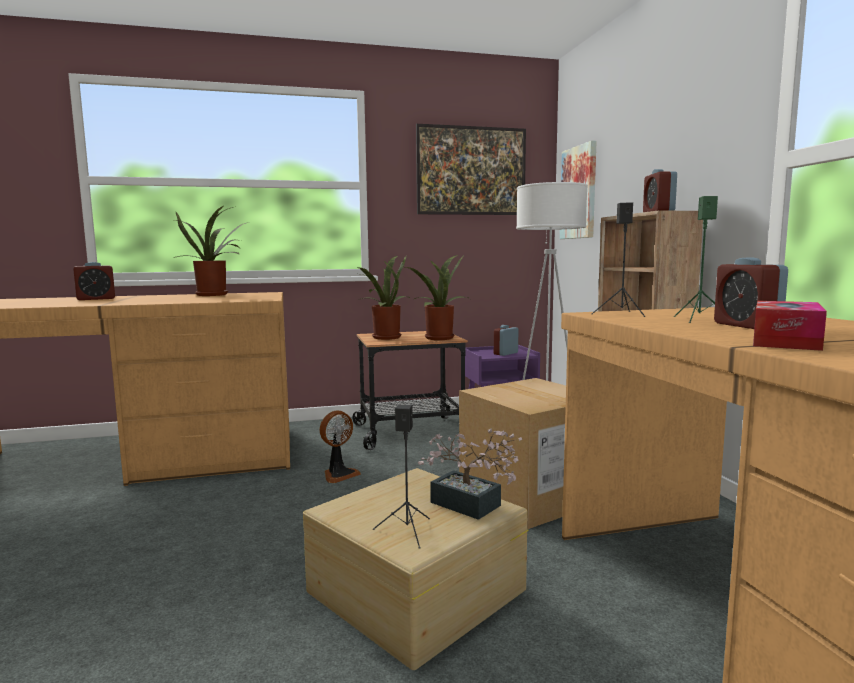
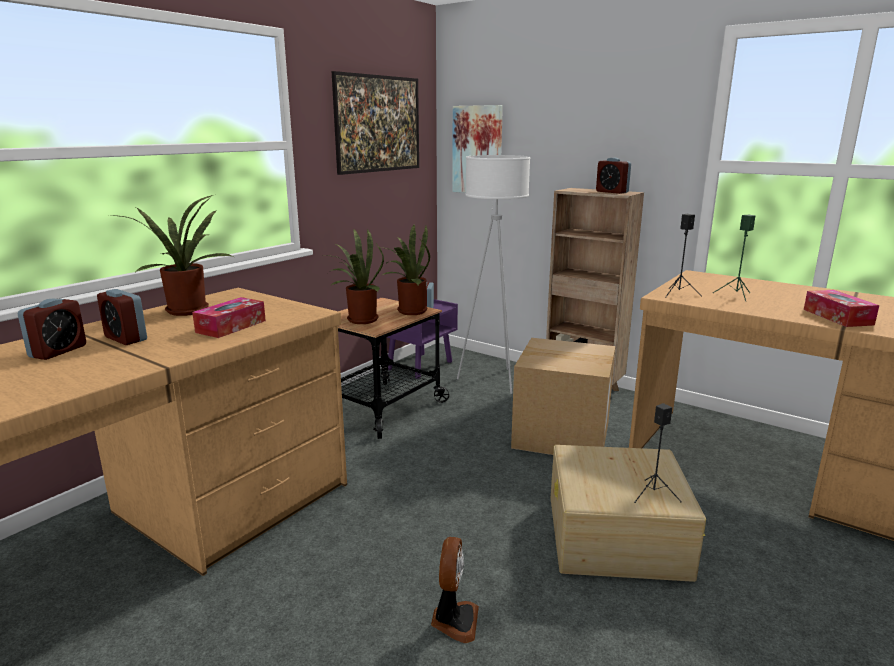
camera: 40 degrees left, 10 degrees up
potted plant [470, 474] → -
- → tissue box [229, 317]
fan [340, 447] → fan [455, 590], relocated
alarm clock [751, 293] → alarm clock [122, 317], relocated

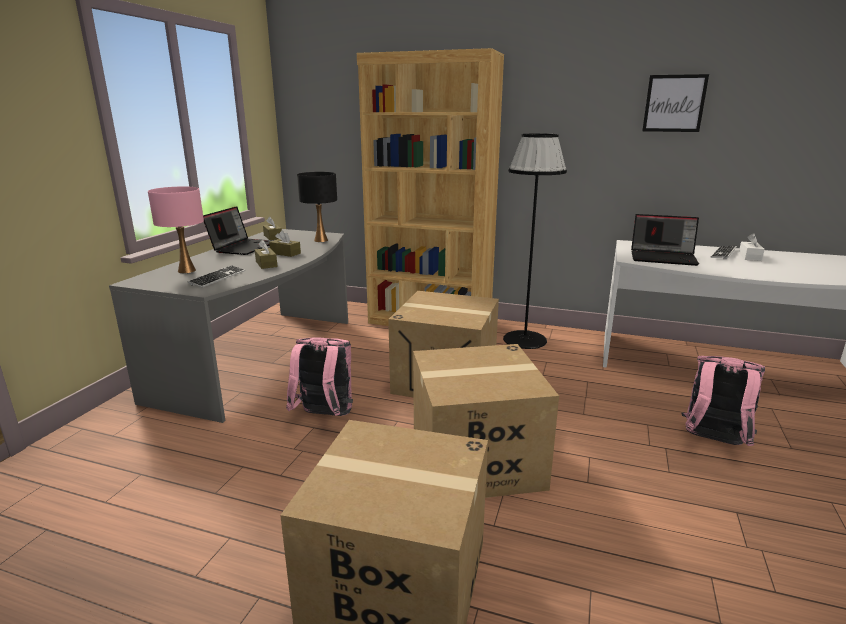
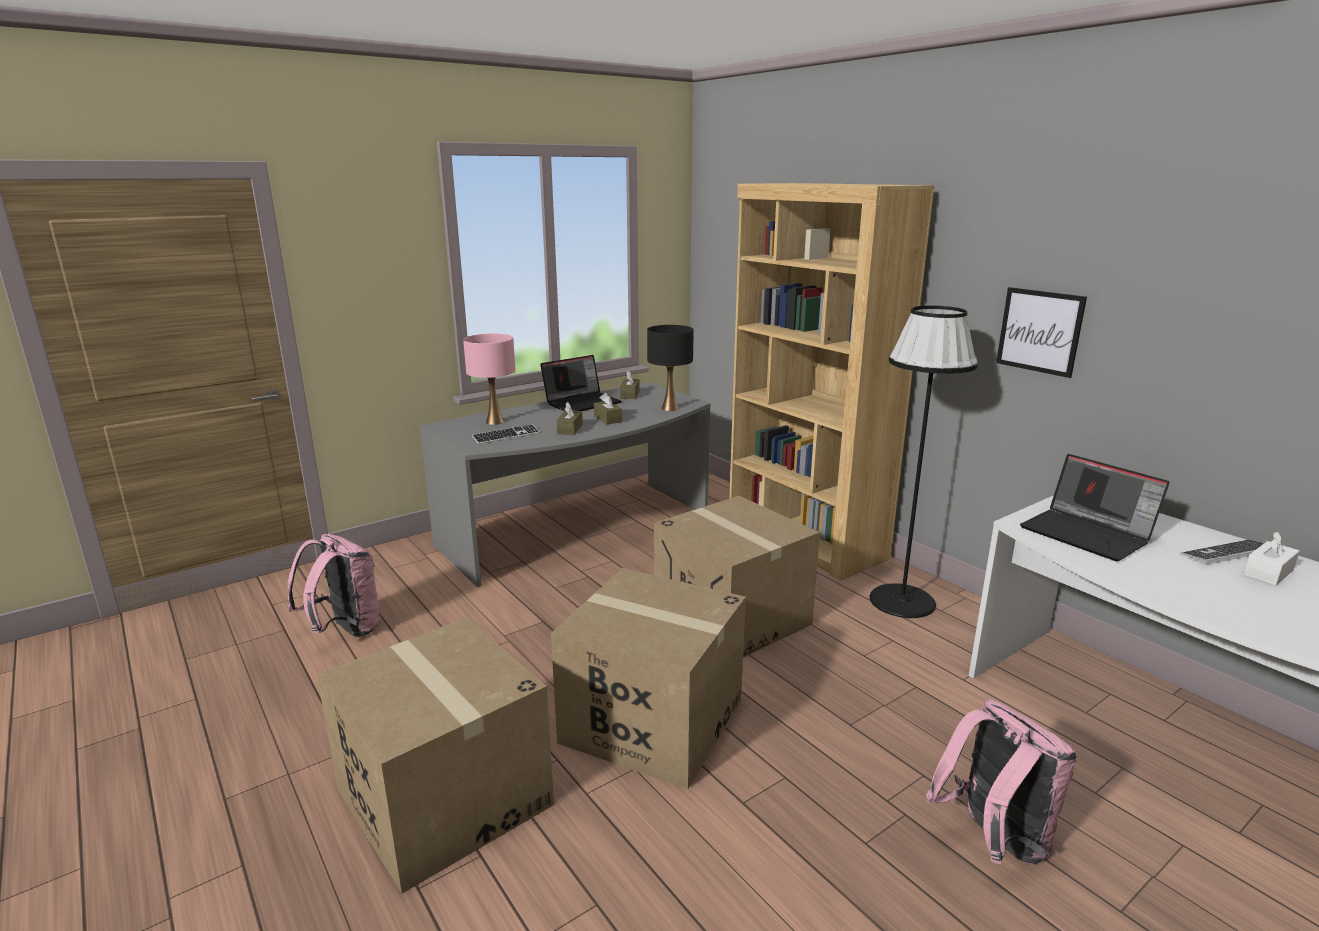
camera: 35 degrees right, 0 degrees up
pink backpack [319, 376] → pink backpack [333, 585], relocated
picture [675, 103] → picture [1041, 332], relocated

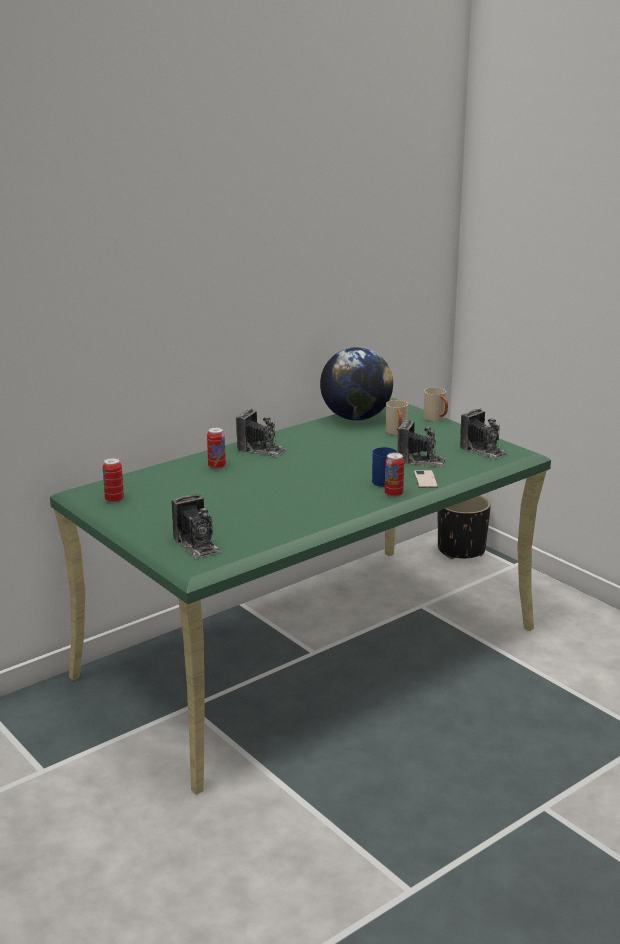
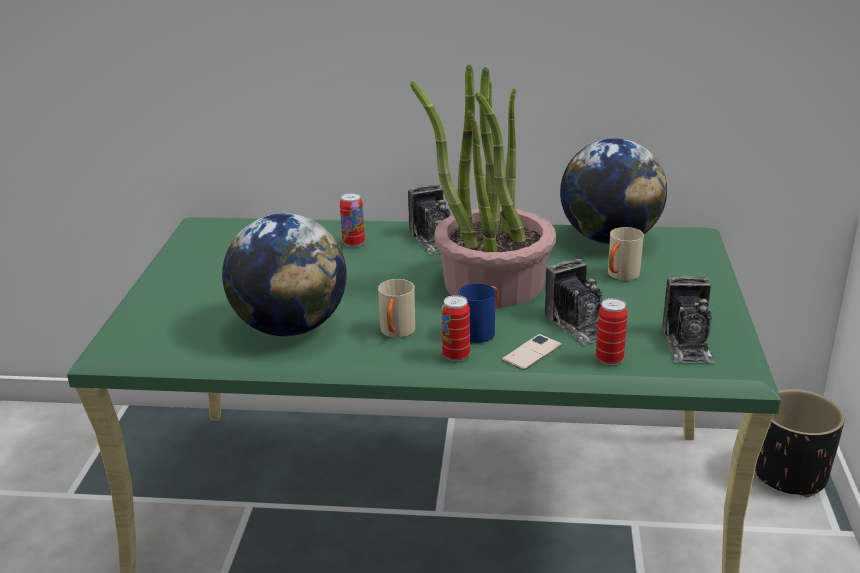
camera: 45 degrees right, 5 degrees up
photo camera [197, 526] → -
- → globe [284, 274]
- → potted plant [483, 186]
can [113, 480] → can [612, 331], relocated
beige mug [436, 405] → beige mug [396, 308], relocated

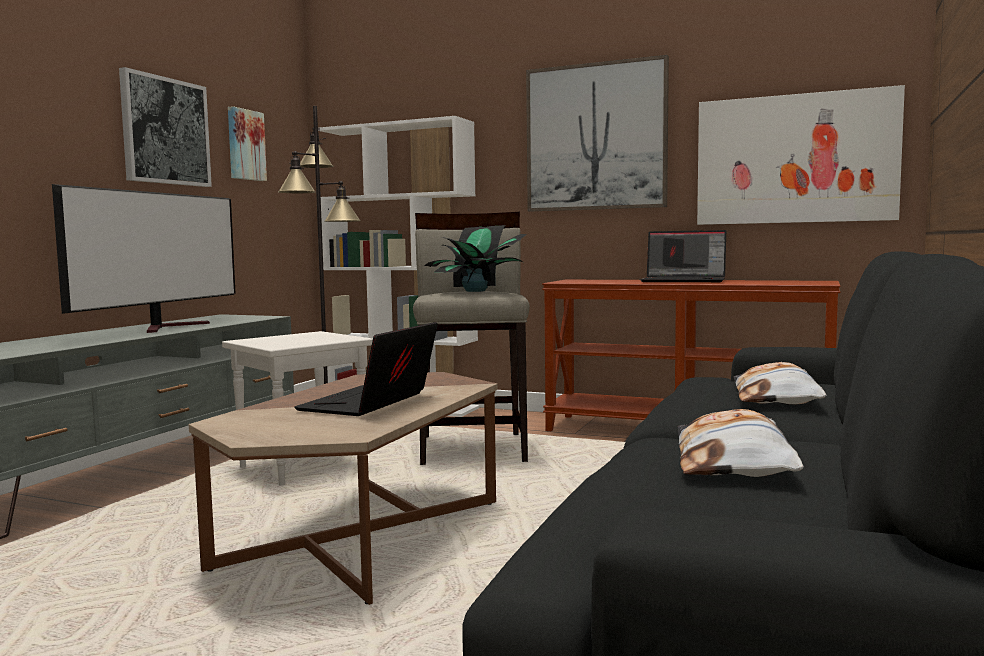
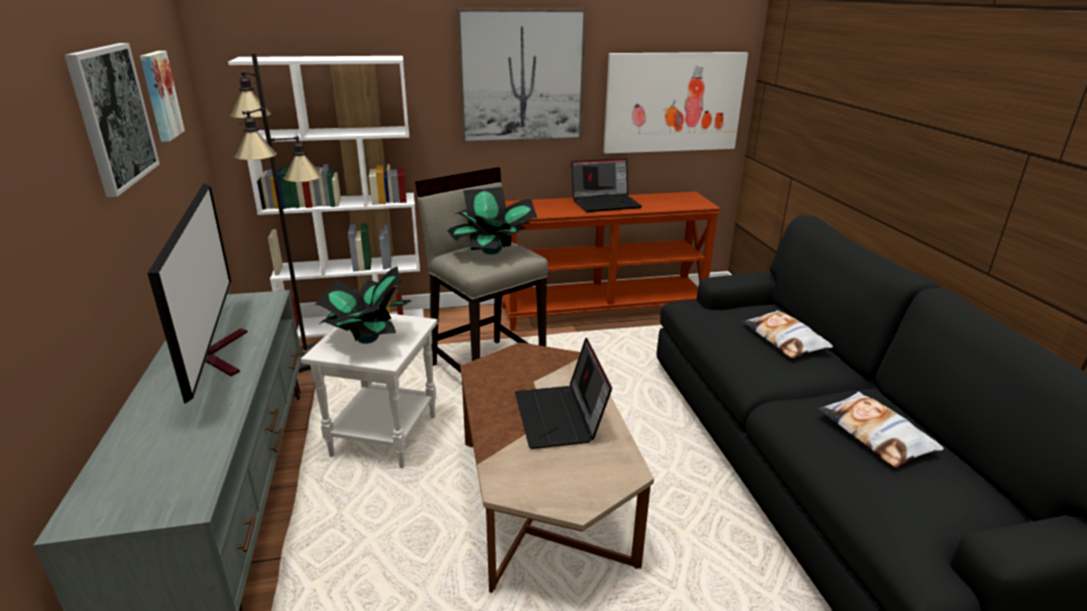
camera: 35 degrees left, 20 degrees up
- → potted plant [363, 305]

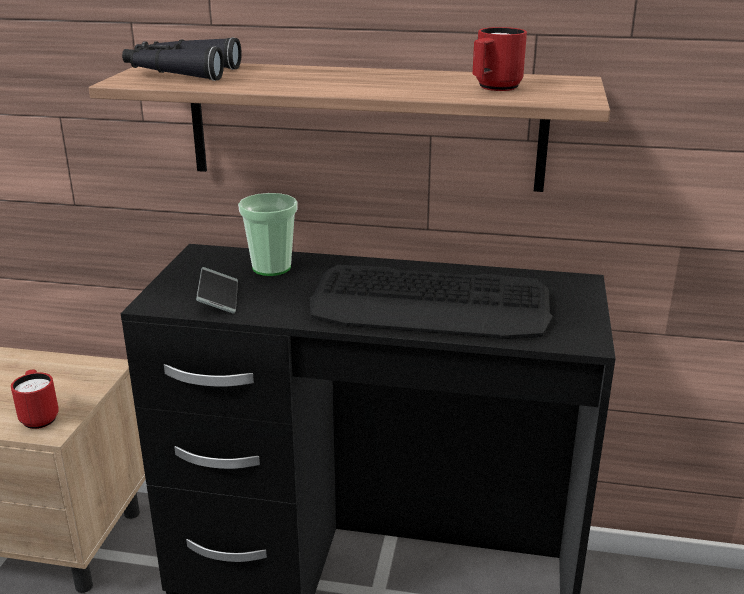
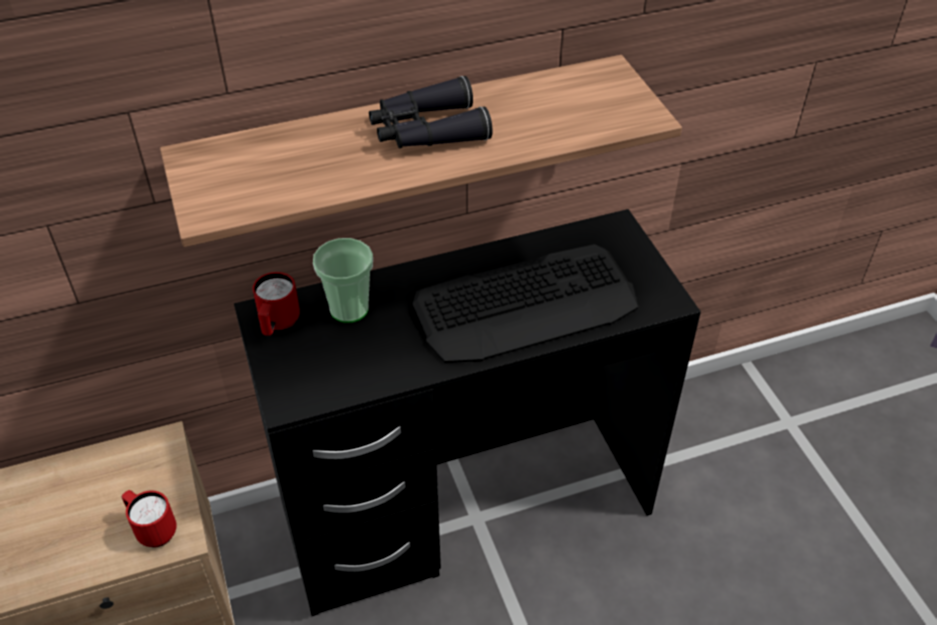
camera: 30 degrees left, 20 degrees up
phone [217, 290] → -
black binoculars [182, 59] → black binoculars [430, 112], relocated
red mug [500, 59] → red mug [276, 304], relocated

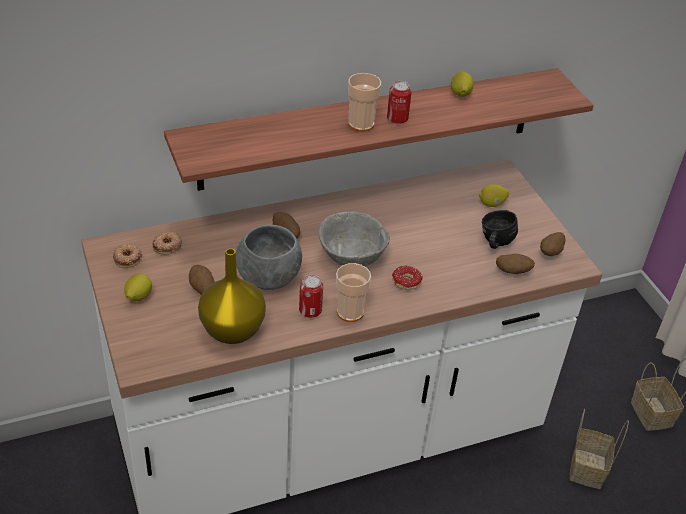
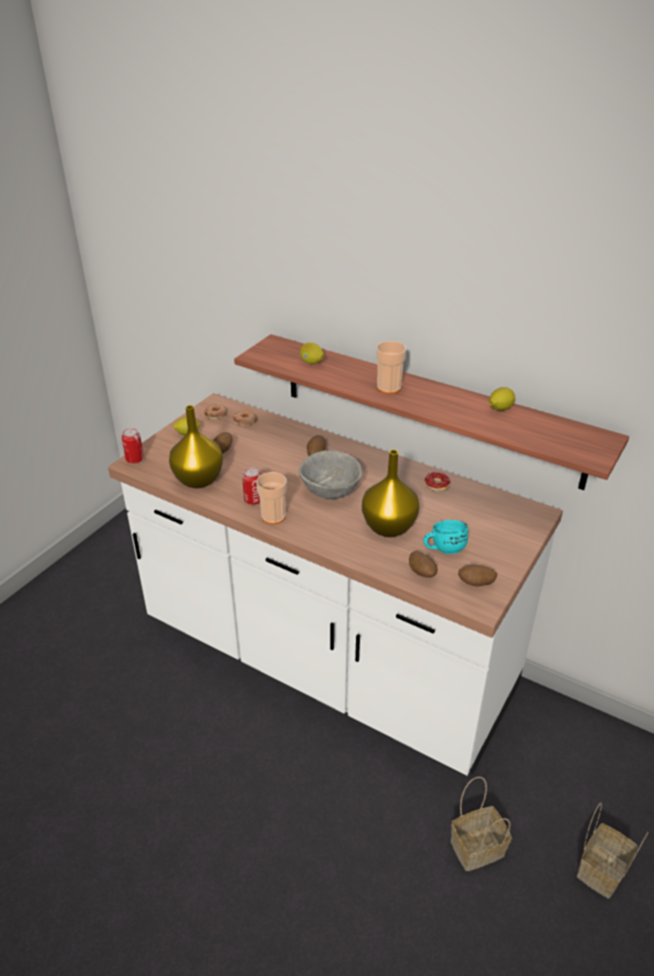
camera: 55 degrees right, 5 degrees down
grey bowl [269, 257] → -
- → yellow vase [390, 493]
can [399, 102] → can [133, 445], relocated
donut [407, 278] → donut [437, 482], relocated
lemon [494, 195] → lemon [312, 353], relocated
black mug [500, 229] → turquoise mug [445, 537]

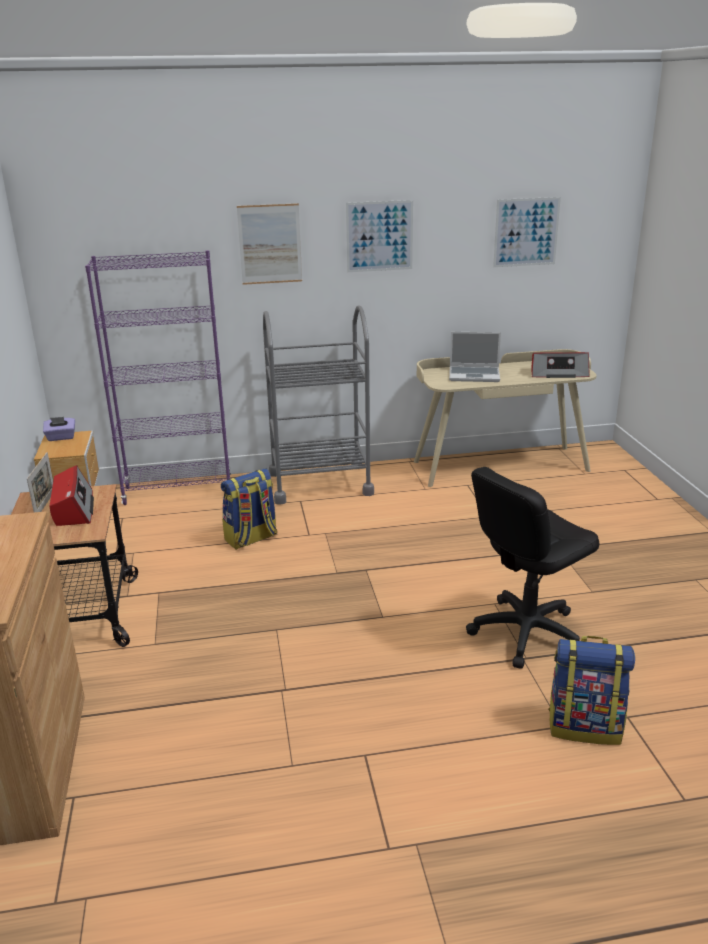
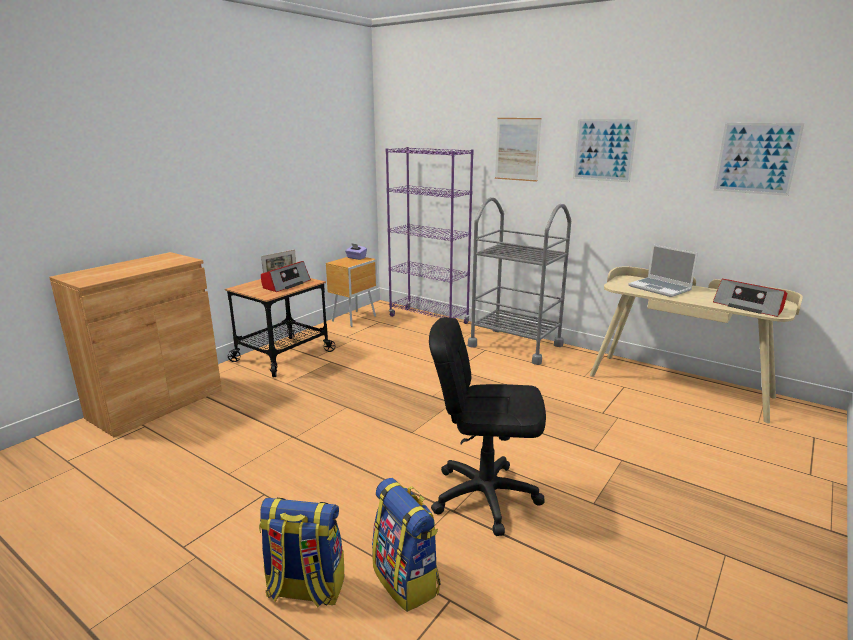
camera: 45 degrees right, 5 degrees down
backpack [249, 509] → backpack [301, 553], relocated

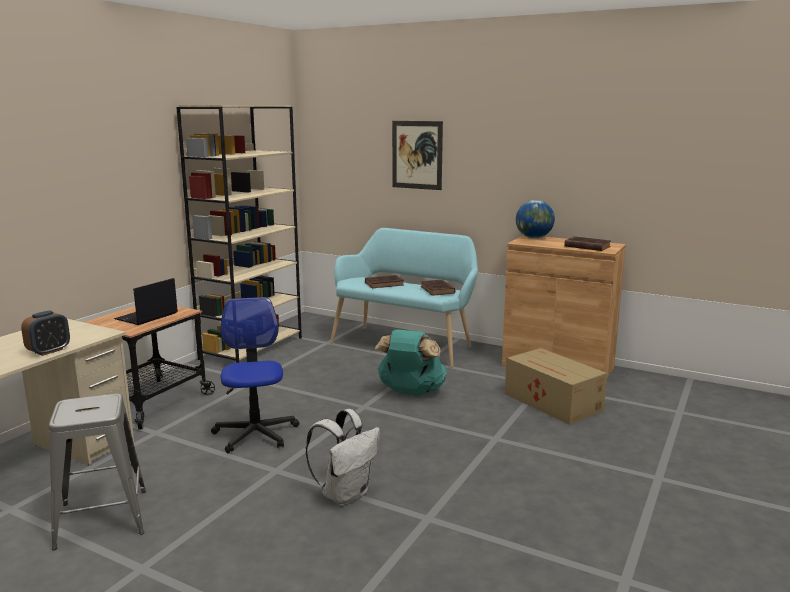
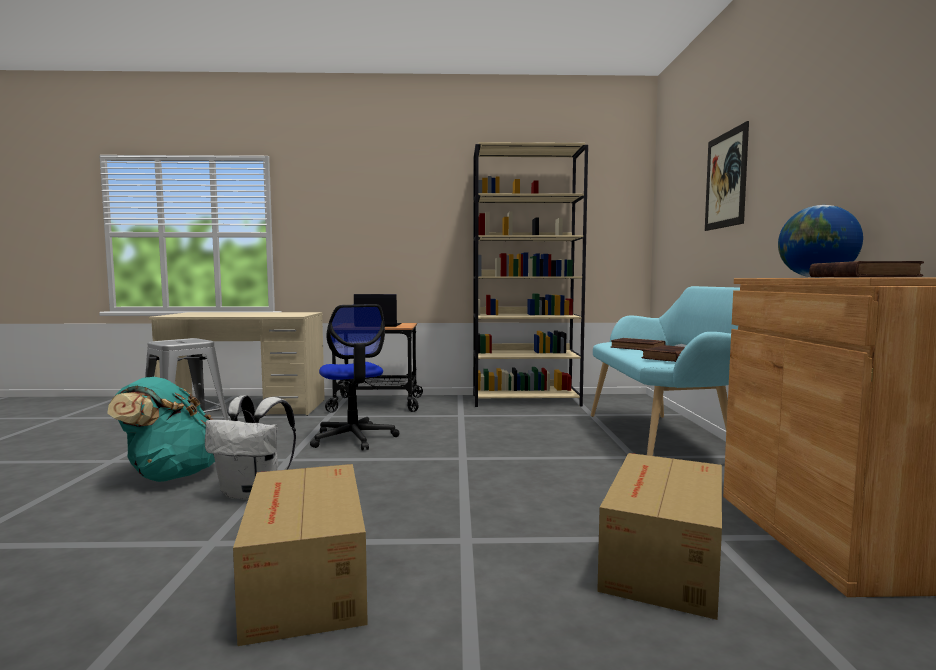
camera: 60 degrees right, 10 degrees down
alarm clock [45, 333] → -
- → cardboard box [300, 555]
turquoise backpack [411, 362] → turquoise backpack [161, 429], relocated
office chair [255, 375] → office chair [354, 377], 105 degrees clockwise

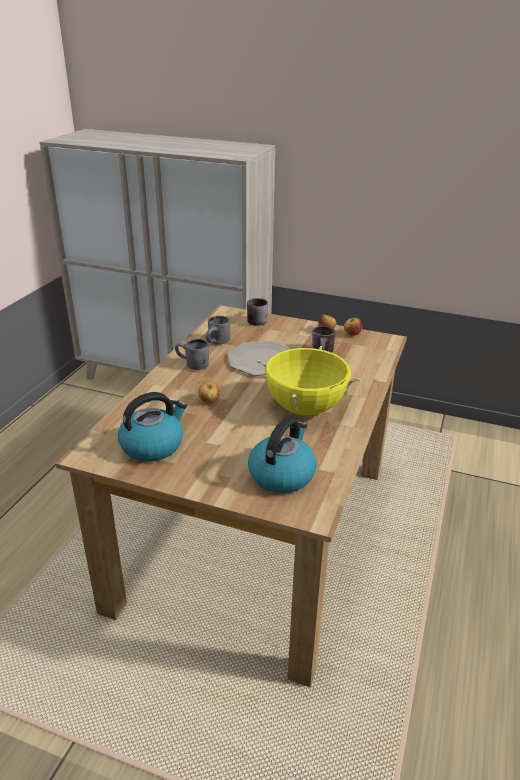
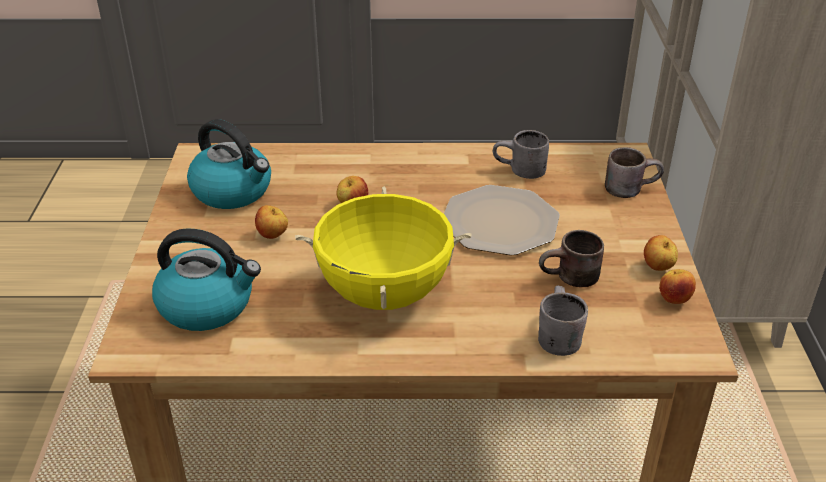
camera: 70 degrees right, 5 degrees up
- → apple [271, 222]
grey mug [192, 354] → grey mug [563, 321], relocated

